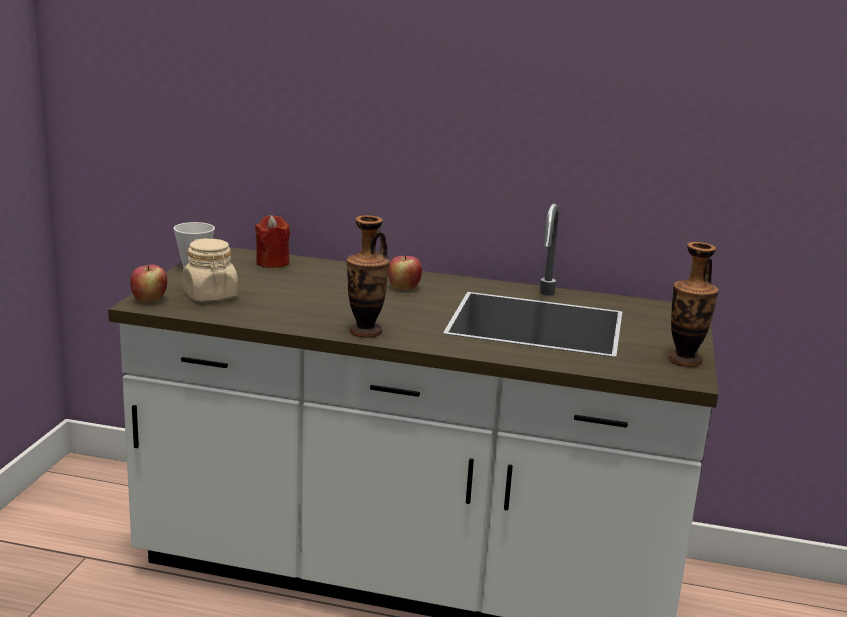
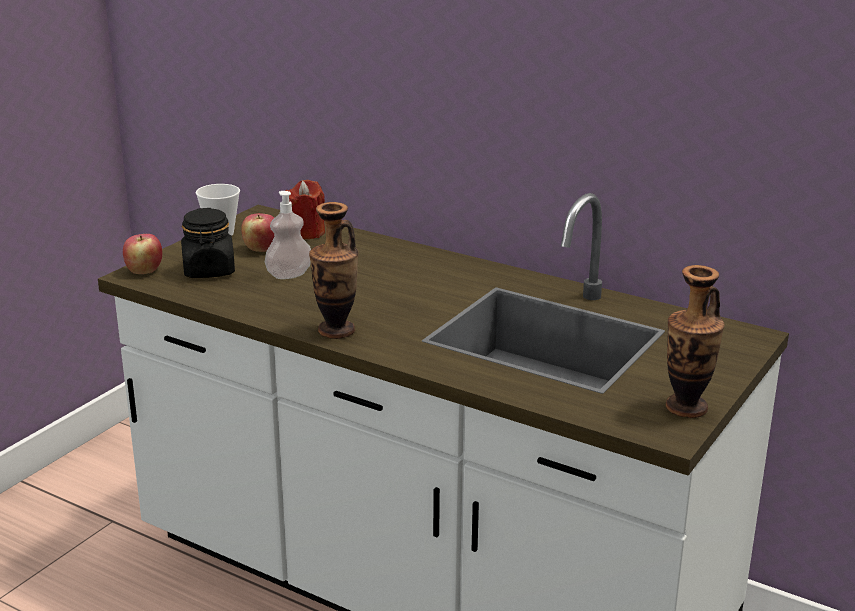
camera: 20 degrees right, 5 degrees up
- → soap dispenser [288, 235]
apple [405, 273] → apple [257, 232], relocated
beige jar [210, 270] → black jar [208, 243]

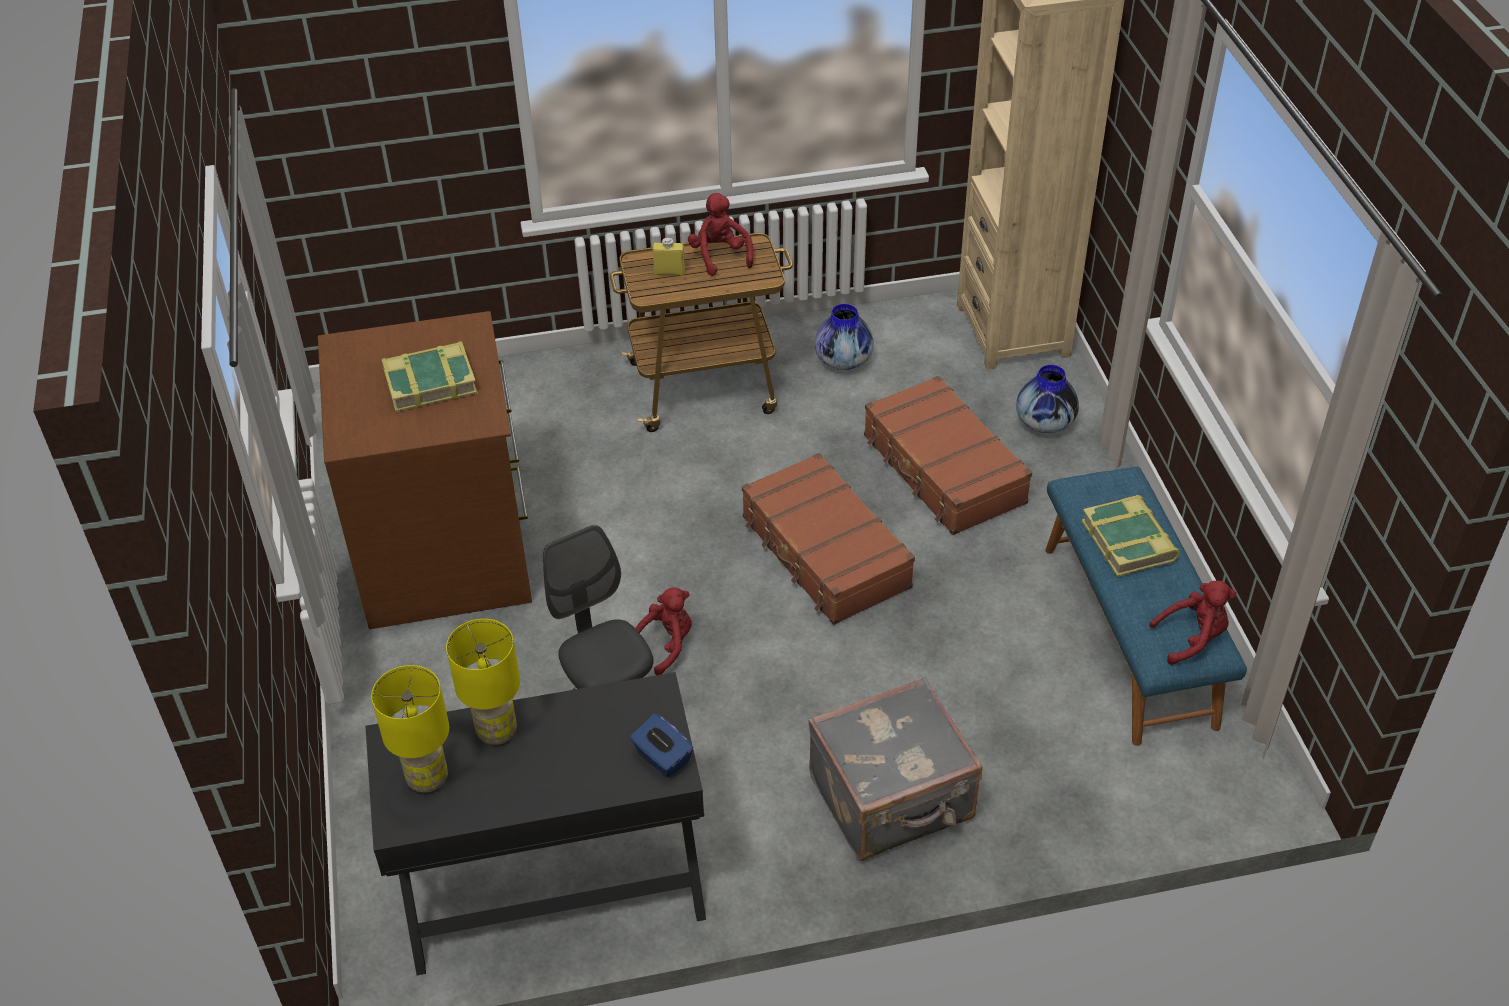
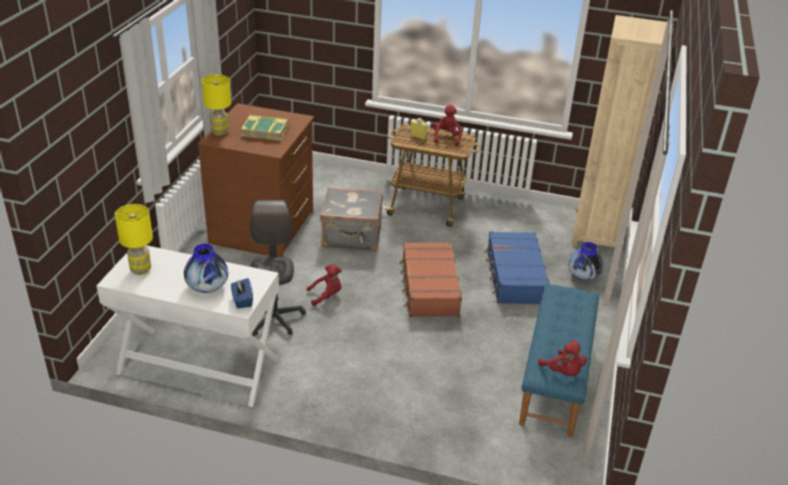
camera: 25 degrees right, 10 degrees down
book [1130, 536] → -
yellow table lamp [483, 682] → yellow table lamp [216, 105], relocated
grey suitcase [895, 769] → grey suitcase [351, 219], relocated
vase [844, 337] → vase [206, 268], relocated
black desk [535, 823] → white desk [188, 326]
brown suitcase [948, 455] → blue suitcase [517, 267]
red plush toy [1192, 622] → red plush toy [562, 358], 45 degrees clockwise

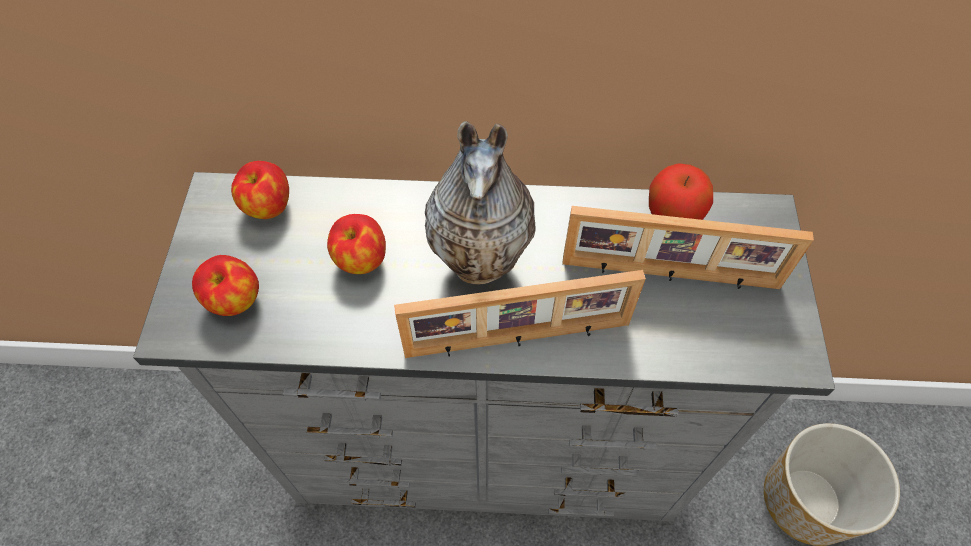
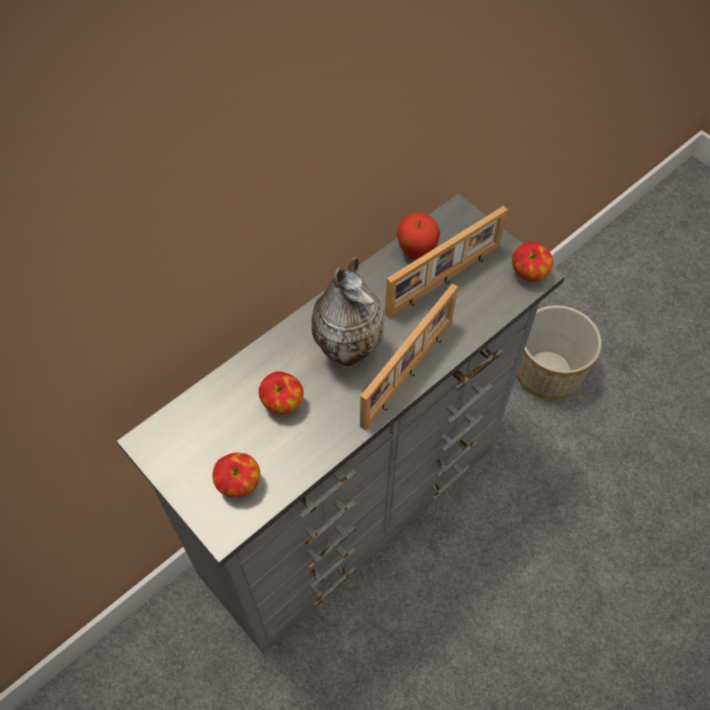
camera: 45 degrees left, 0 degrees up
apple [260, 190] → apple [532, 262], relocated

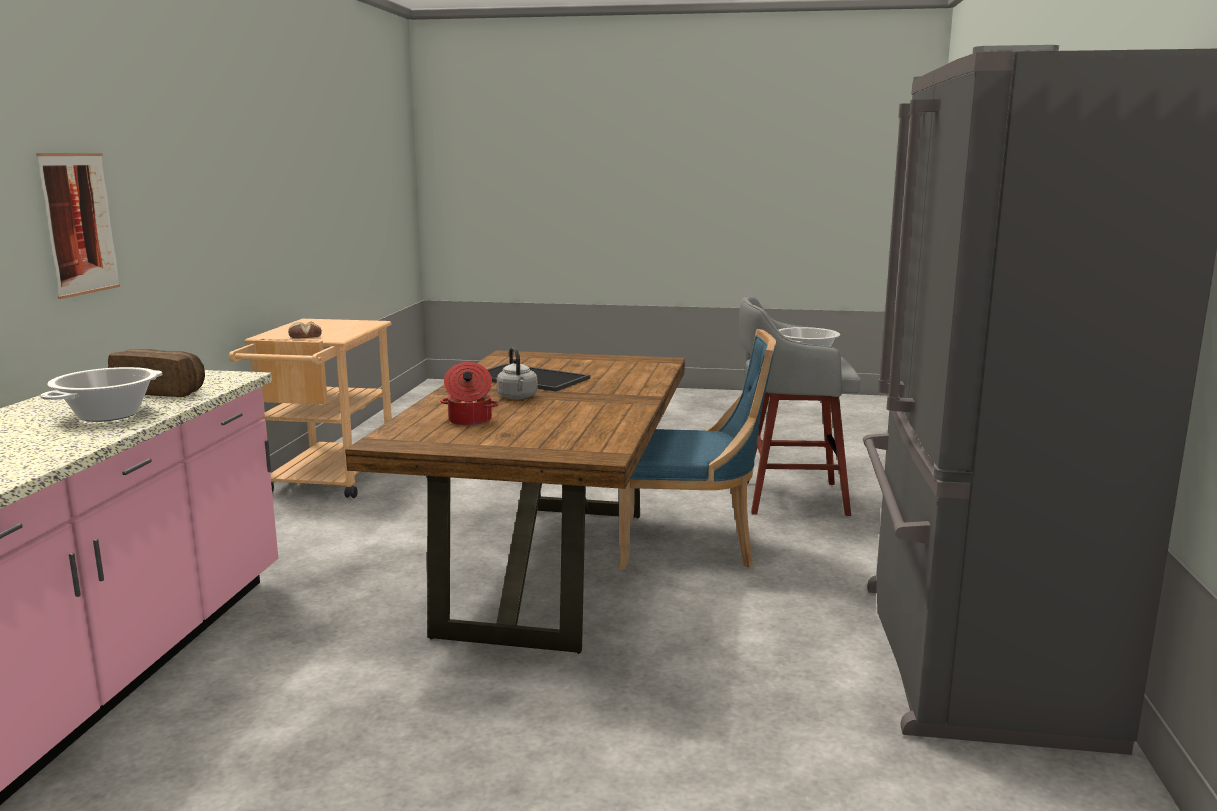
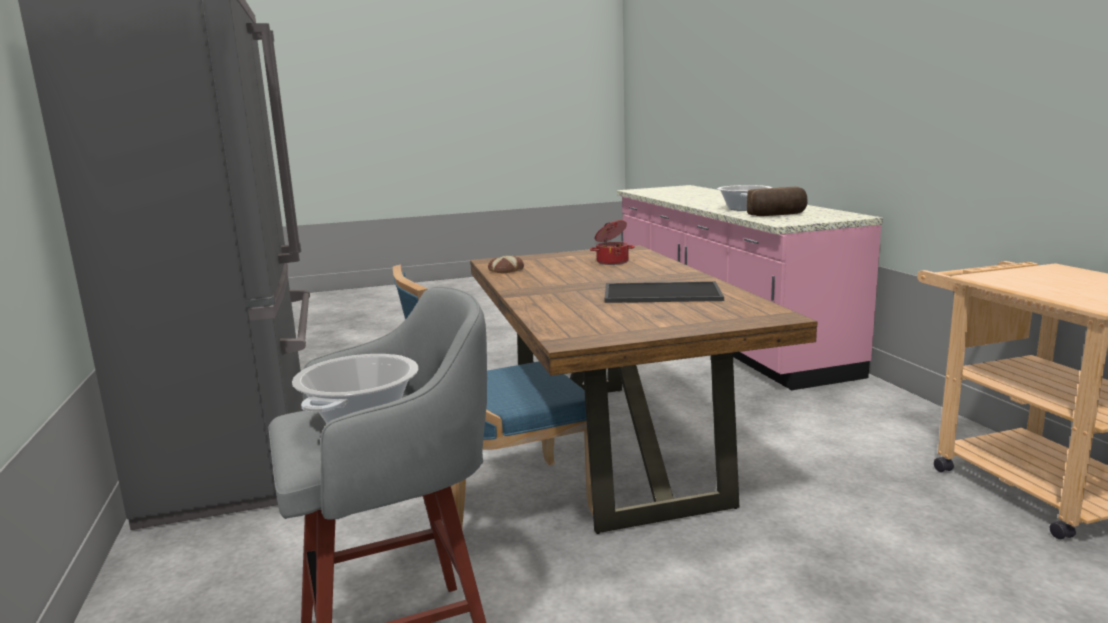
camera: 155 degrees right, 0 degrees up
picture [78, 226] → -
grey kettle [517, 373] → -
bread [305, 330] → bread [506, 264], relocated

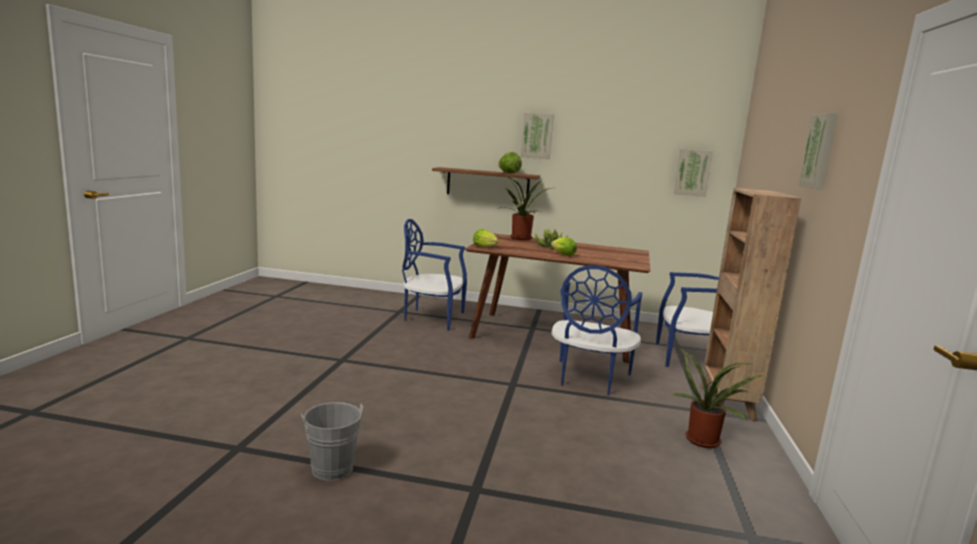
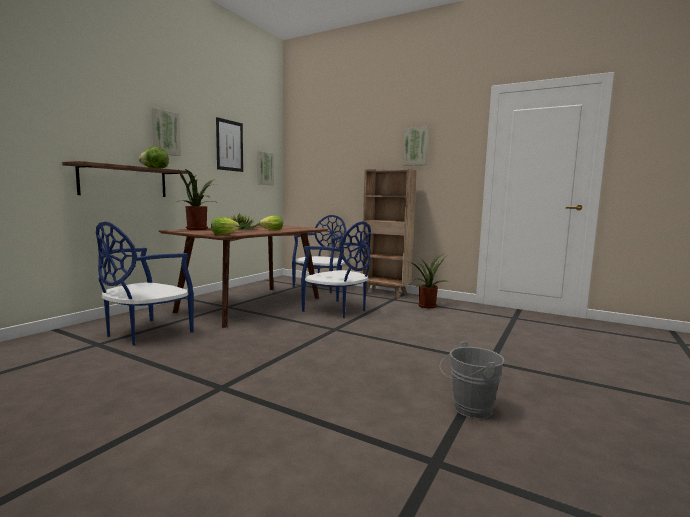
camera: 70 degrees left, 5 degrees down
- → picture [229, 144]

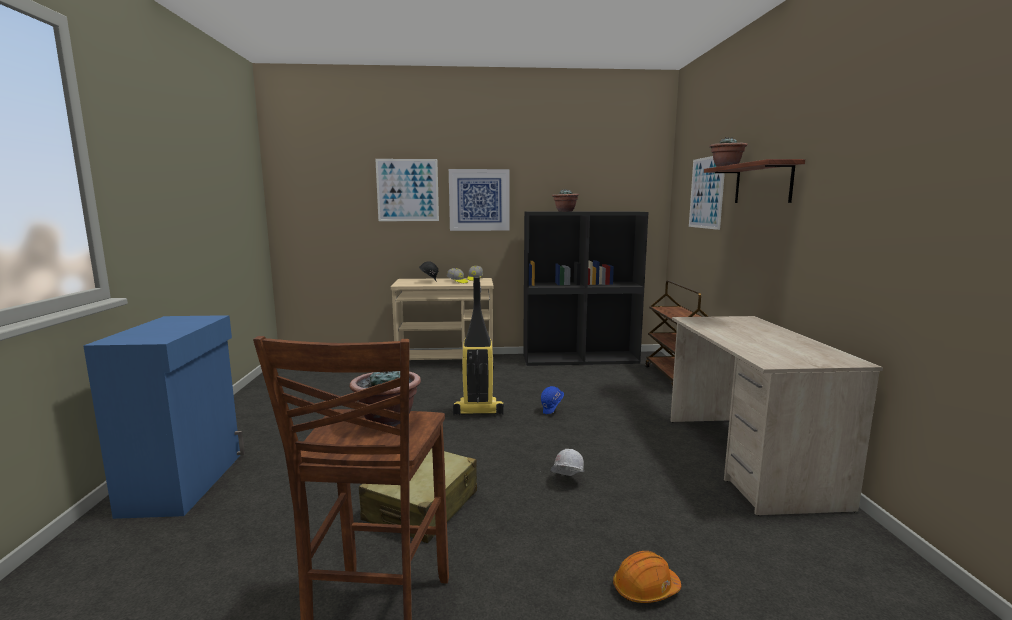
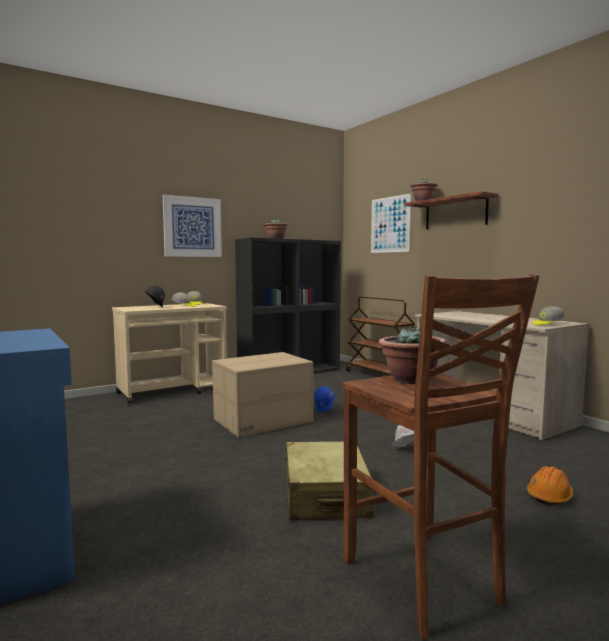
camera: 30 degrees left, 5 degrees down
picture [407, 190] → -
- → cap [548, 315]
vacuum cleaner [478, 345] → cardboard box [263, 395]

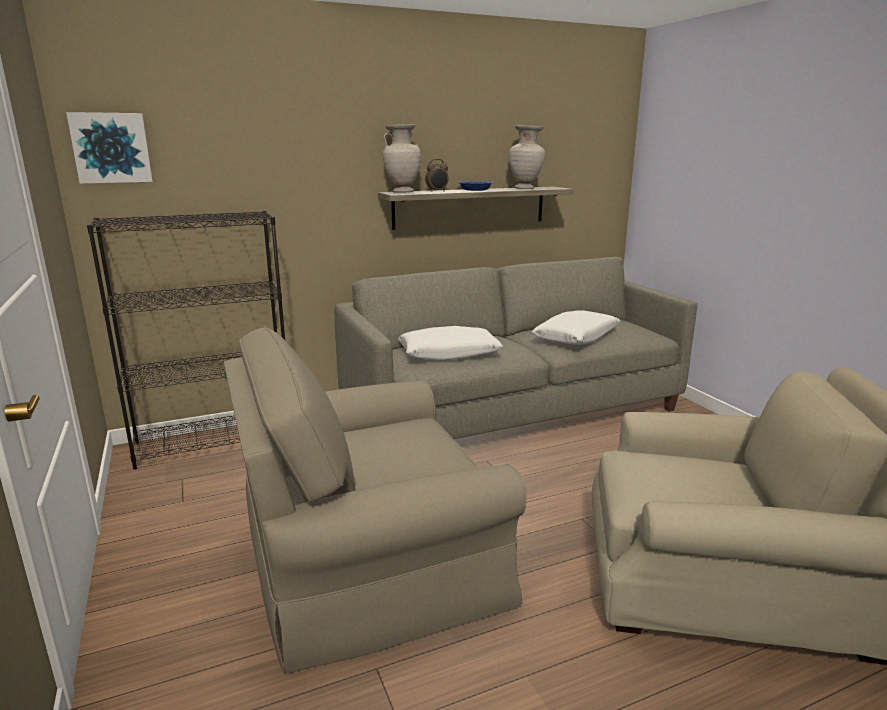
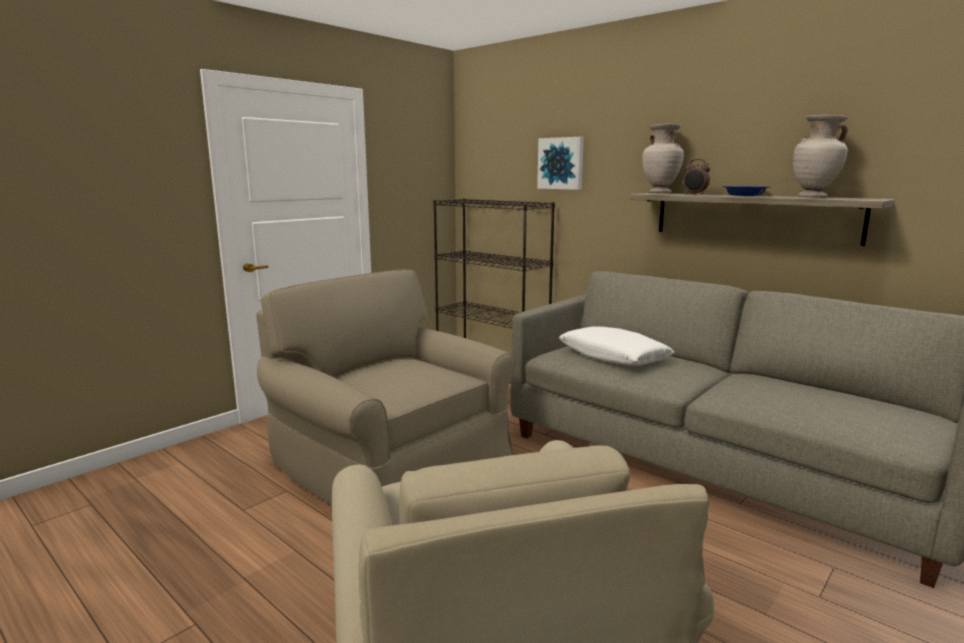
camera: 65 degrees right, 5 degrees down
white pillow [576, 327] → -
picture [109, 148] → picture [560, 163], relocated

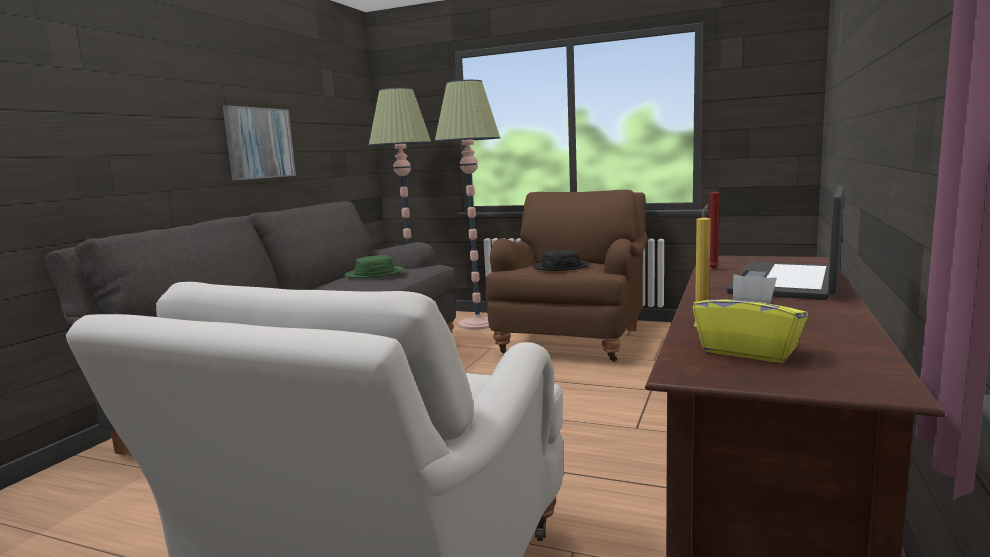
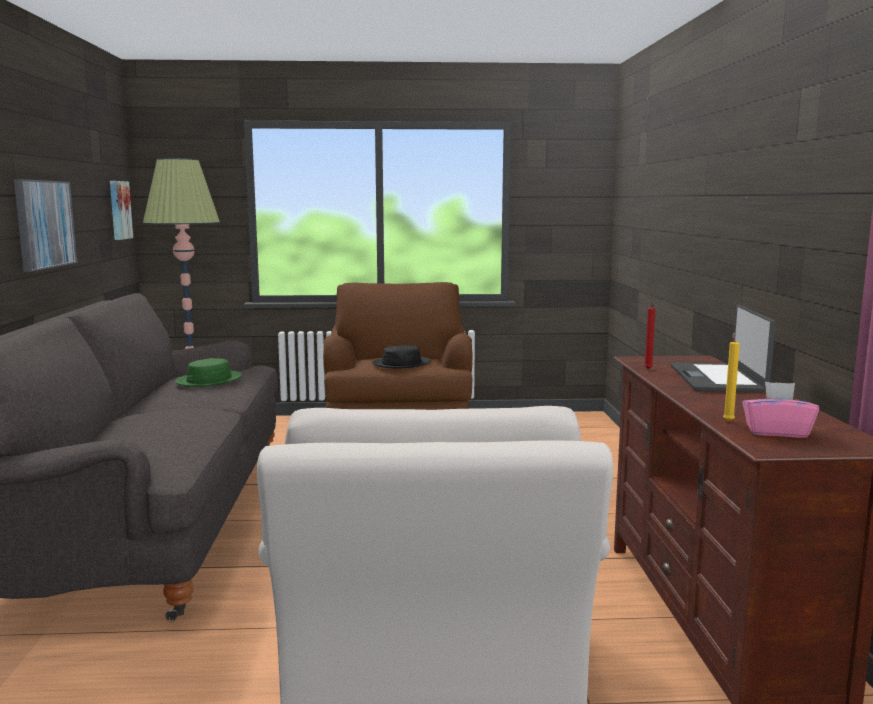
camera: 25 degrees left, 0 degrees up
floor lamp [467, 205] → -
- → picture [121, 210]
yellow tissue box [750, 318] → pink tissue box [780, 410]

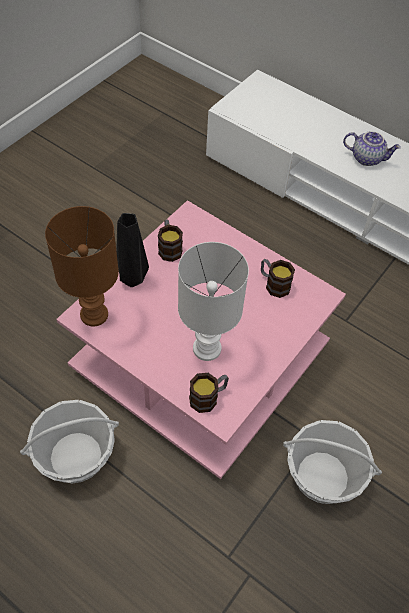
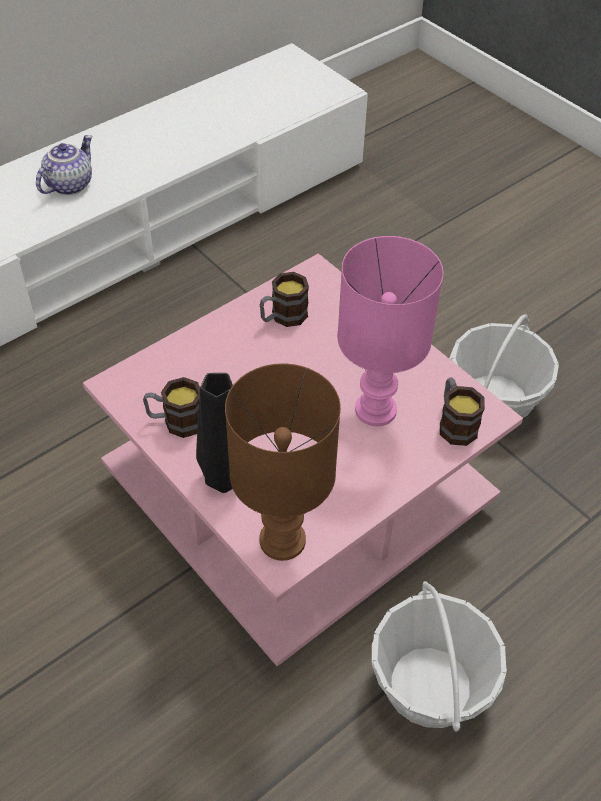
camera: 75 degrees left, 5 degrees down
white table lamp [213, 301] → pink table lamp [390, 331]

